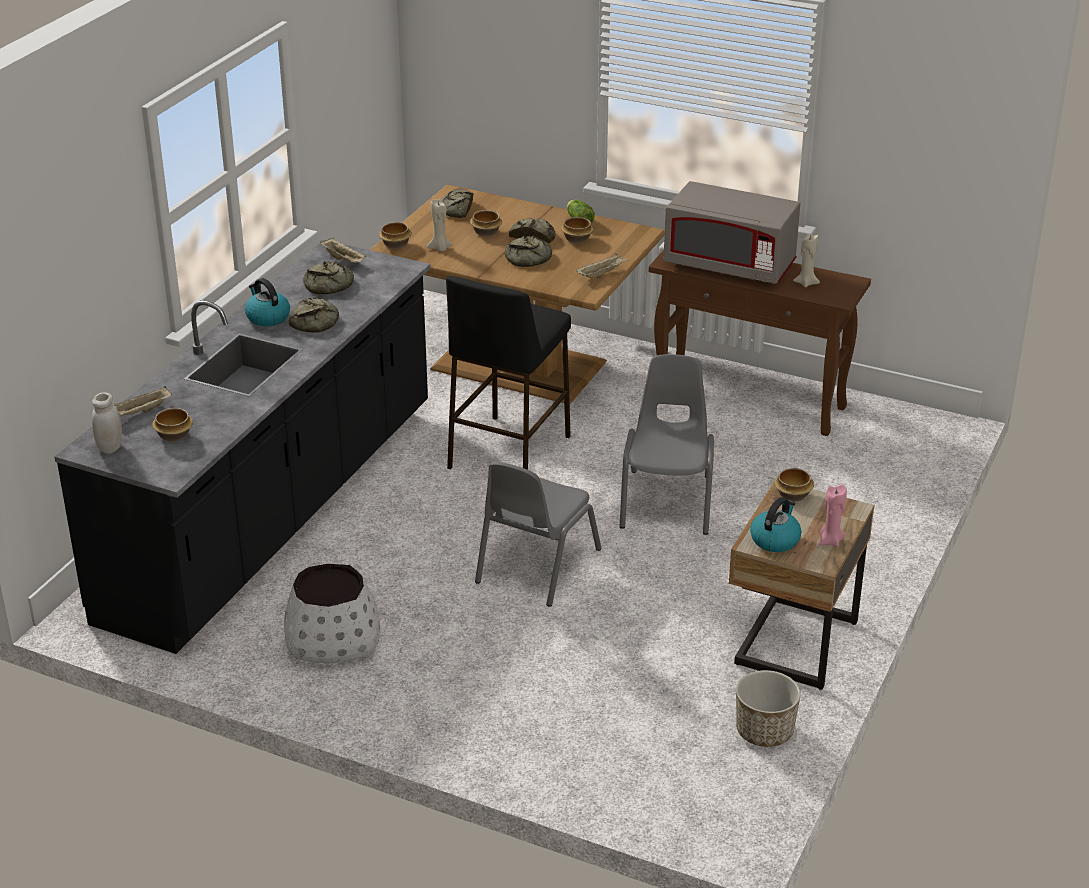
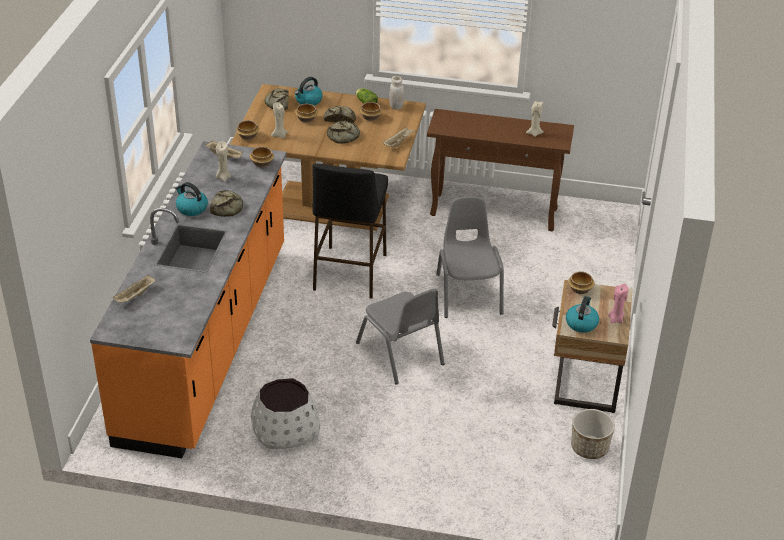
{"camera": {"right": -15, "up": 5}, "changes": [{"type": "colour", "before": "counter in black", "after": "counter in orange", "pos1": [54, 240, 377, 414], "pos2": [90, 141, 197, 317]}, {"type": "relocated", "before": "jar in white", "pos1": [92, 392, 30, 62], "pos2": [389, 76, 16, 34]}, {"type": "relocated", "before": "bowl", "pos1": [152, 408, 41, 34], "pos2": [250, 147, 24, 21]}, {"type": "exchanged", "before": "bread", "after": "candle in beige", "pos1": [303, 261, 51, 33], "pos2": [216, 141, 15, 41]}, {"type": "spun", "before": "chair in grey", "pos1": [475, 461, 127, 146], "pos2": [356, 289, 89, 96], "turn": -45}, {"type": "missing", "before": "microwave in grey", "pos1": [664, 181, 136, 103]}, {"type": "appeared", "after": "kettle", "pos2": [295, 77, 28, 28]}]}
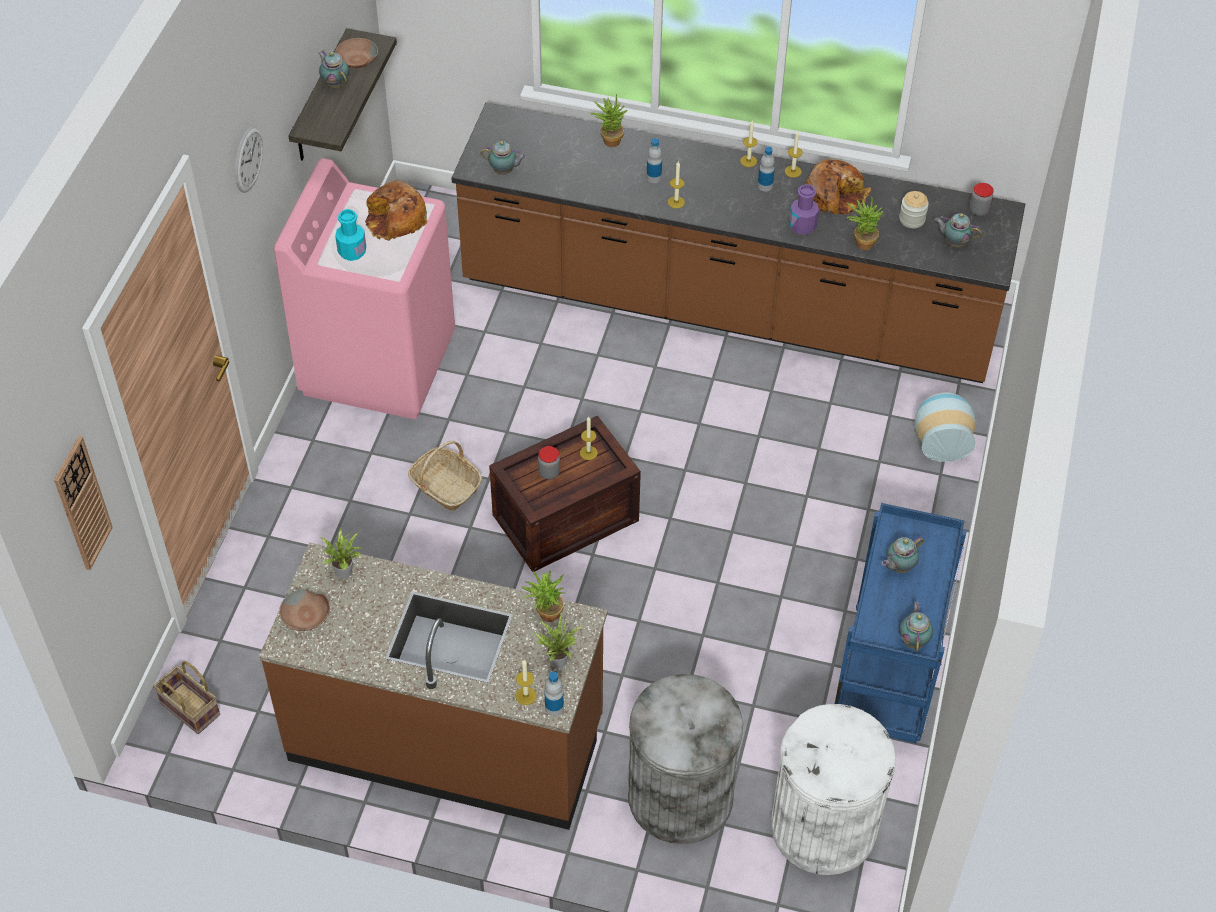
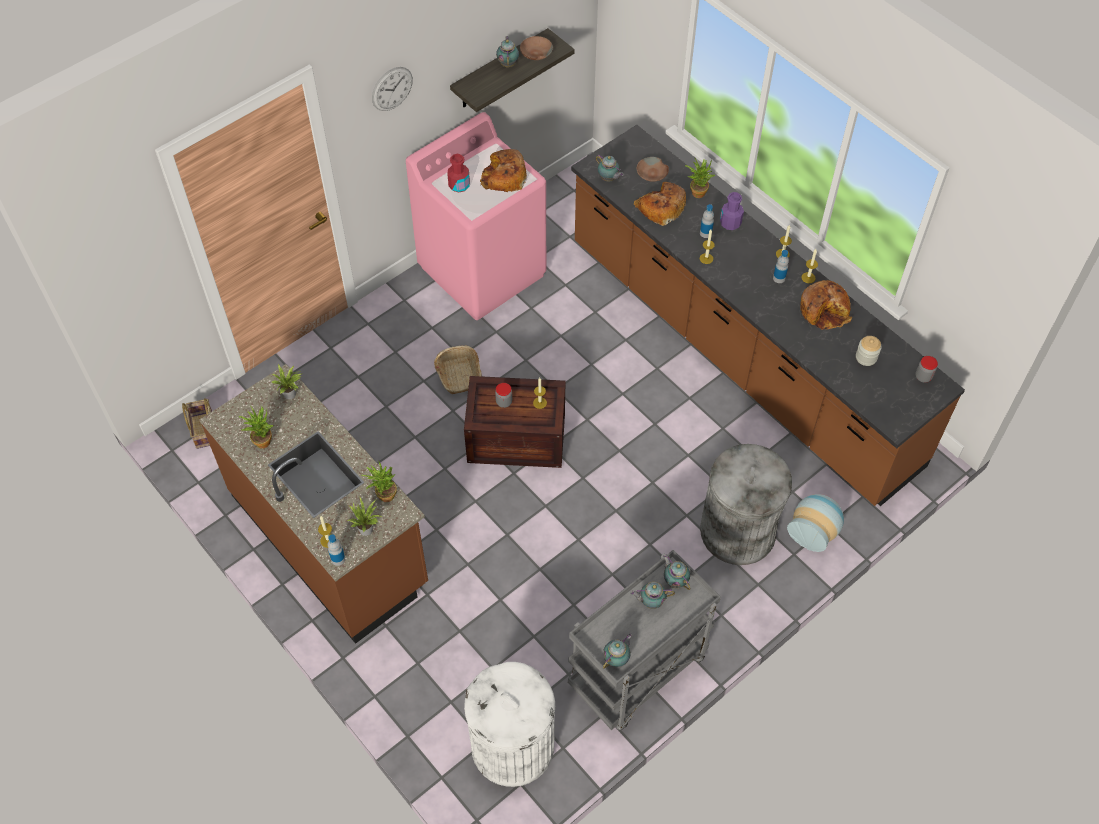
{"camera": {"right": 35, "up": 5}, "changes": [{"type": "missing", "before": "wall clock", "pos1": [54, 436, 59, 134]}, {"type": "relocated", "before": "bowl in brown", "pos1": [279, 589, 51, 42], "pos2": [637, 157, 32, 25]}, {"type": "colour", "before": "bottle in turquoise", "after": "bottle in red", "pos1": [335, 209, 31, 52], "pos2": [447, 154, 23, 39]}, {"type": "relocated", "before": "trash can in grey", "pos1": [628, 674, 115, 170], "pos2": [700, 444, 92, 121]}, {"type": "relocated", "before": "bottle in purple", "pos1": [789, 184, 30, 51], "pos2": [720, 192, 24, 38]}, {"type": "colour", "before": "cart in blue", "after": "cart in grey", "pos1": [835, 503, 132, 240], "pos2": [568, 550, 153, 180]}, {"type": "relocated", "before": "potted plant", "pos1": [847, 196, 36, 54], "pos2": [239, 406, 35, 43]}, {"type": "relocated", "before": "teapot", "pos1": [935, 213, 47, 34], "pos2": [663, 554, 27, 36]}, {"type": "appeared", "after": "bread", "pos2": [634, 182, 52, 44]}]}
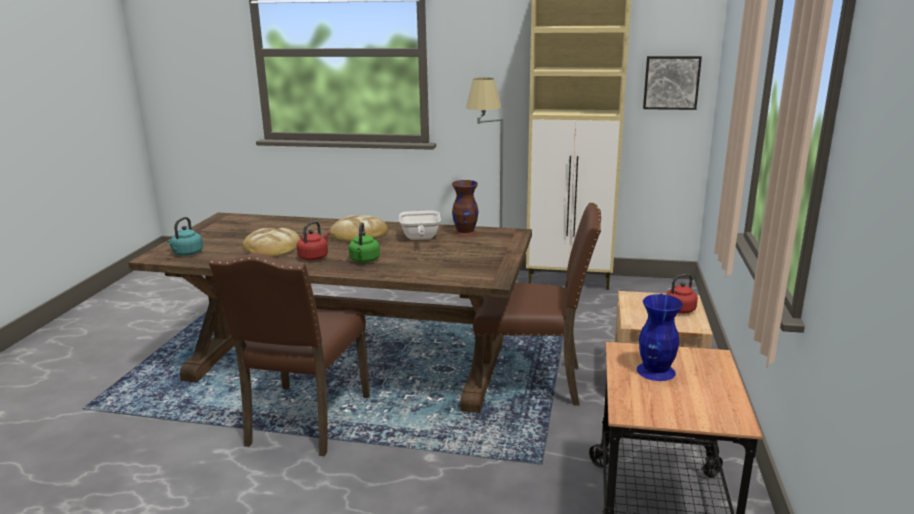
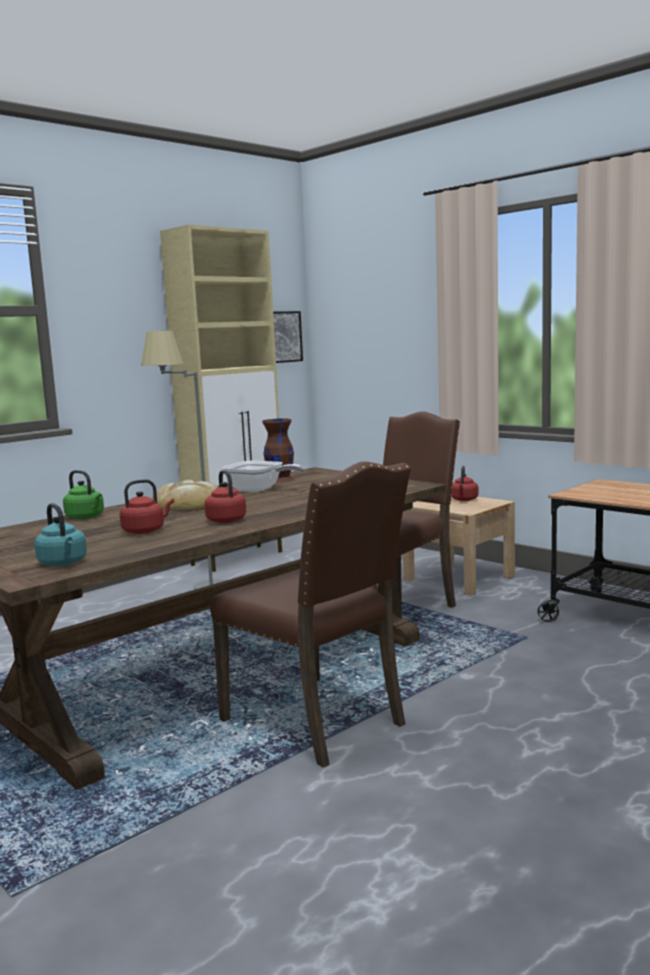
{"camera": {"right": -55, "up": -10}, "changes": [{"type": "exchanged", "before": "bread", "after": "kettle in red", "pos1": [243, 228, 57, 29], "pos2": [120, 479, 54, 55]}, {"type": "relocated", "before": "kettle in green", "pos1": [349, 222, 31, 41], "pos2": [63, 470, 41, 49]}, {"type": "missing", "before": "vase in blue", "pos1": [637, 294, 46, 87]}]}
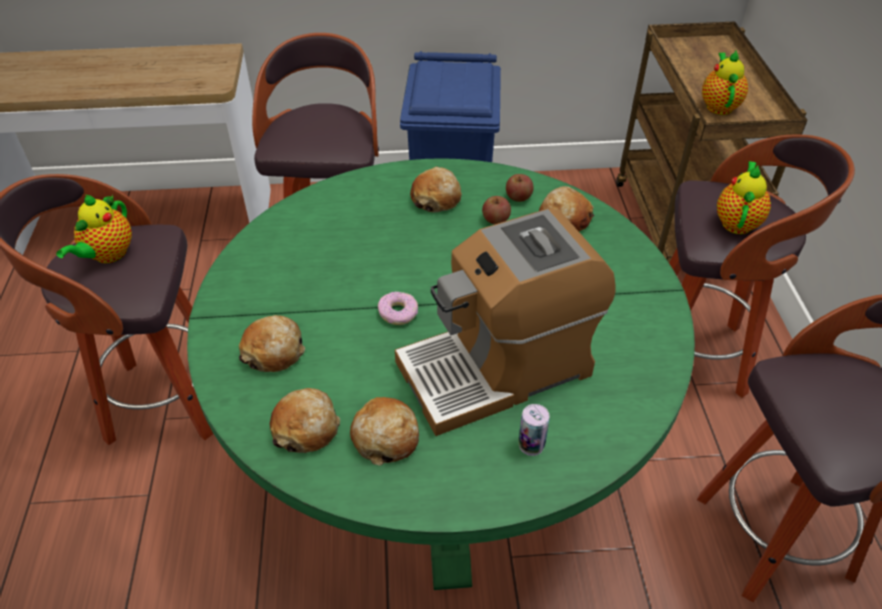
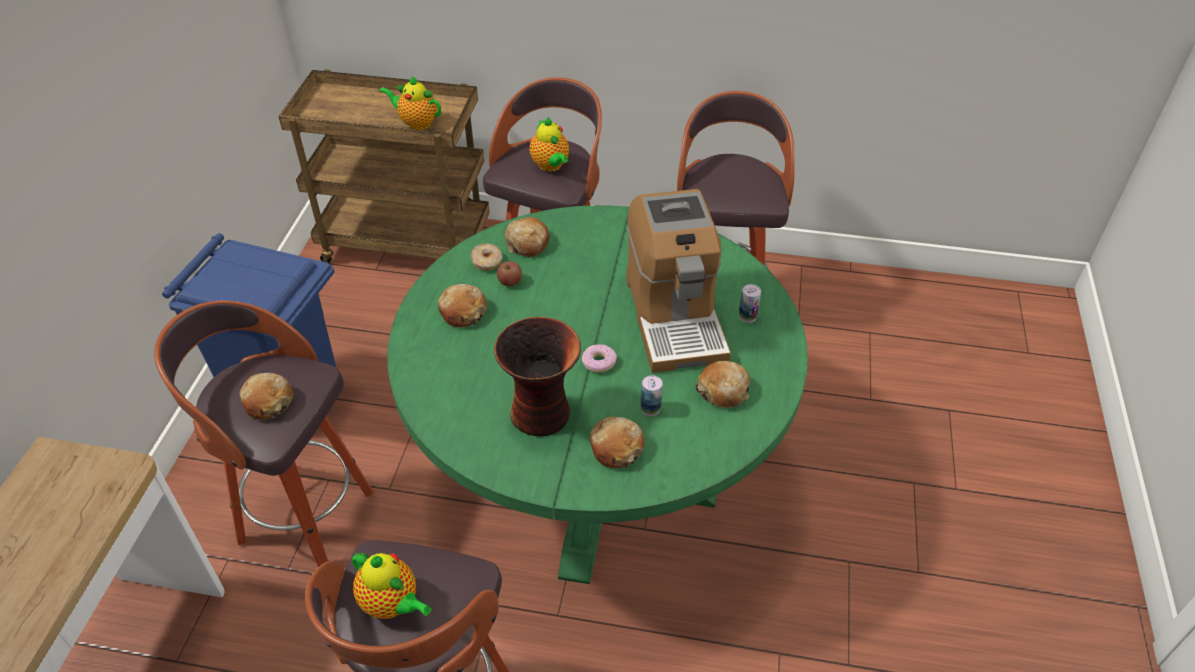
{"camera": {"right": -75, "up": 0}, "changes": [{"type": "relocated", "before": "bread", "pos1": [270, 388, 70, 65], "pos2": [240, 373, 53, 47]}, {"type": "exchanged", "before": "apple", "after": "donut", "pos1": [506, 174, 28, 28], "pos2": [471, 243, 31, 28]}, {"type": "spun", "before": "teapot", "pos1": [717, 161, 54, 73], "pos2": [530, 118, 39, 54], "turn": -150}, {"type": "appeared", "after": "vase", "pos2": [494, 317, 87, 120]}, {"type": "appeared", "after": "can", "pos2": [641, 375, 22, 41]}]}
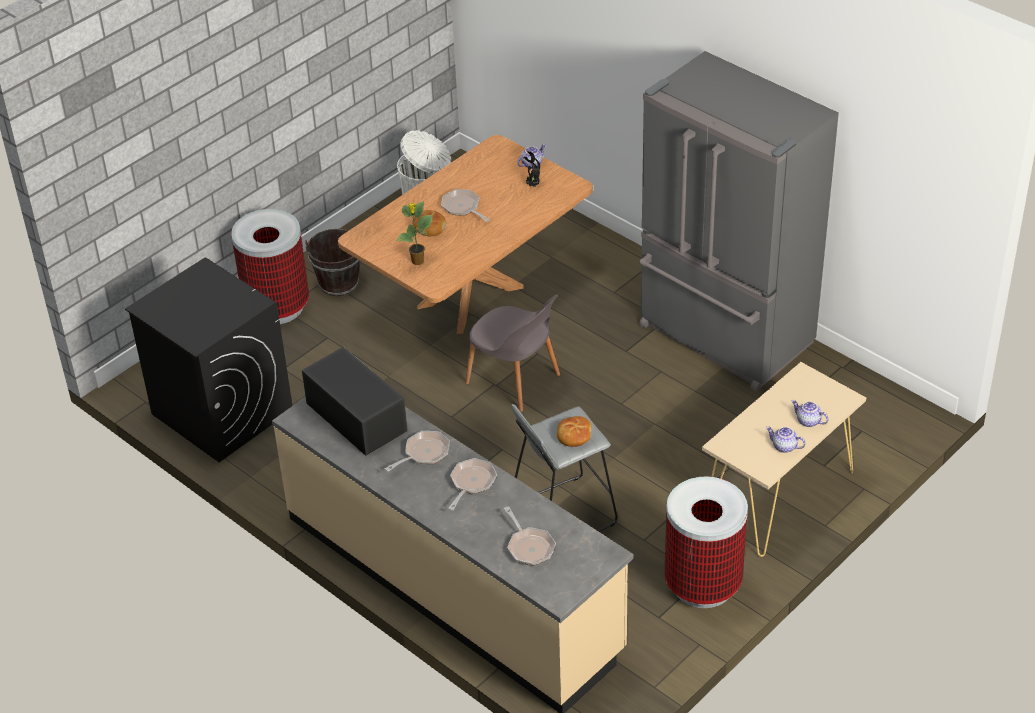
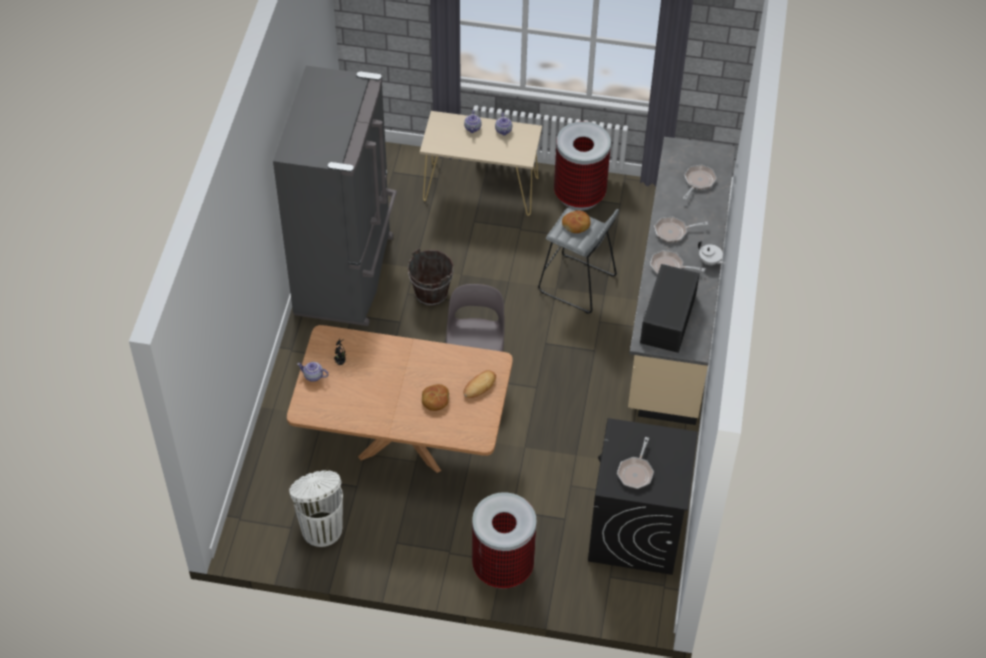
{"camera": {"right": -125, "up": 10}, "changes": [{"type": "relocated", "before": "bucket in brown", "pos1": [305, 229, 55, 68], "pos2": [407, 248, 47, 58]}, {"type": "exchanged", "before": "potted plant", "after": "bread", "pos1": [396, 201, 37, 64], "pos2": [463, 370, 33, 28]}, {"type": "relocated", "before": "frying pan", "pos1": [441, 189, 49, 33], "pos2": [617, 437, 37, 52]}, {"type": "appeared", "after": "teapot in white", "pos2": [698, 241, 27, 24]}]}
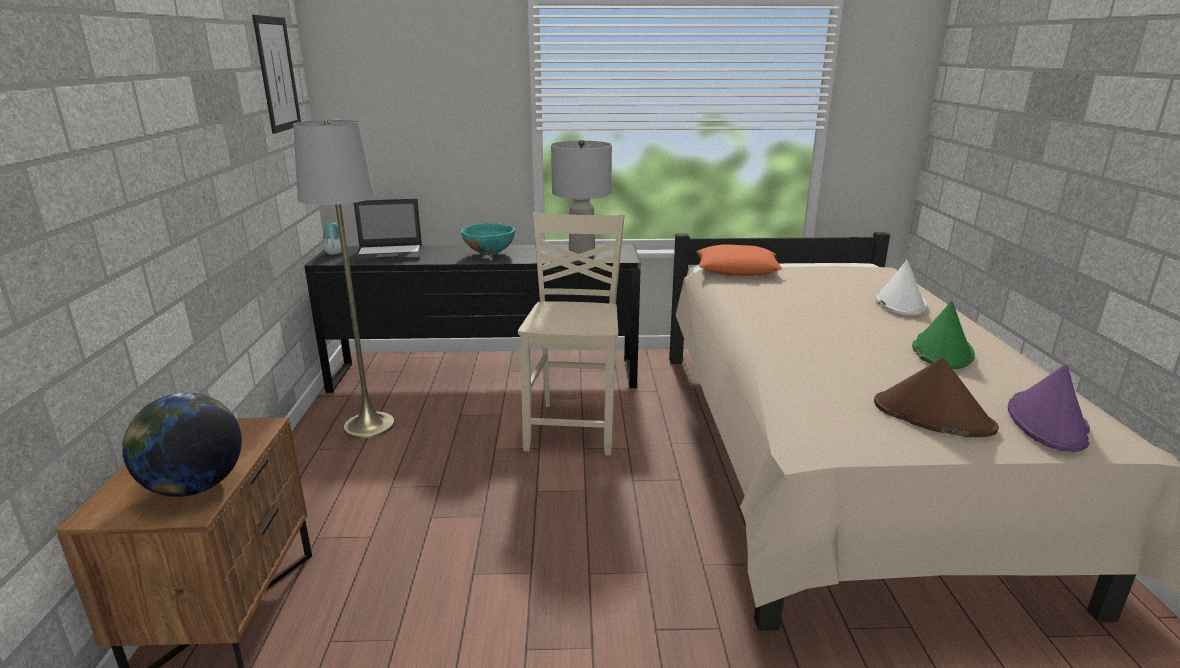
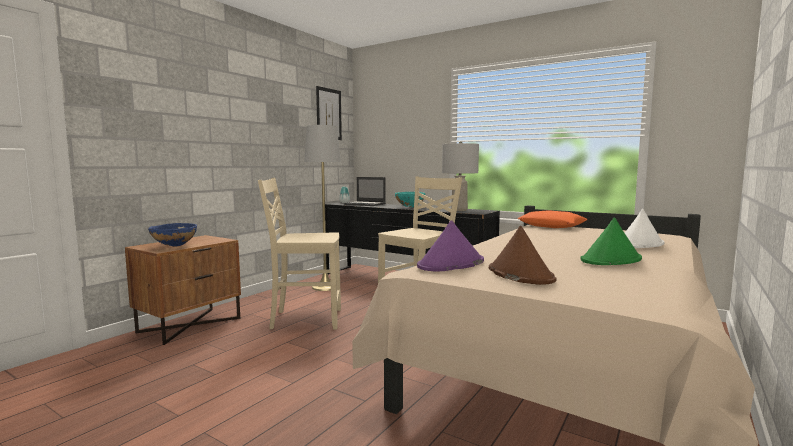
{"camera": {"right": 35, "up": -15}, "changes": [{"type": "exchanged", "before": "globe", "after": "bowl in blue", "pos1": [122, 393, 120, 104], "pos2": [148, 223, 49, 24]}, {"type": "relocated", "before": "hat in purple", "pos1": [1008, 364, 82, 88], "pos2": [417, 220, 67, 51]}, {"type": "appeared", "after": "chair in beige", "pos2": [258, 178, 83, 152]}]}
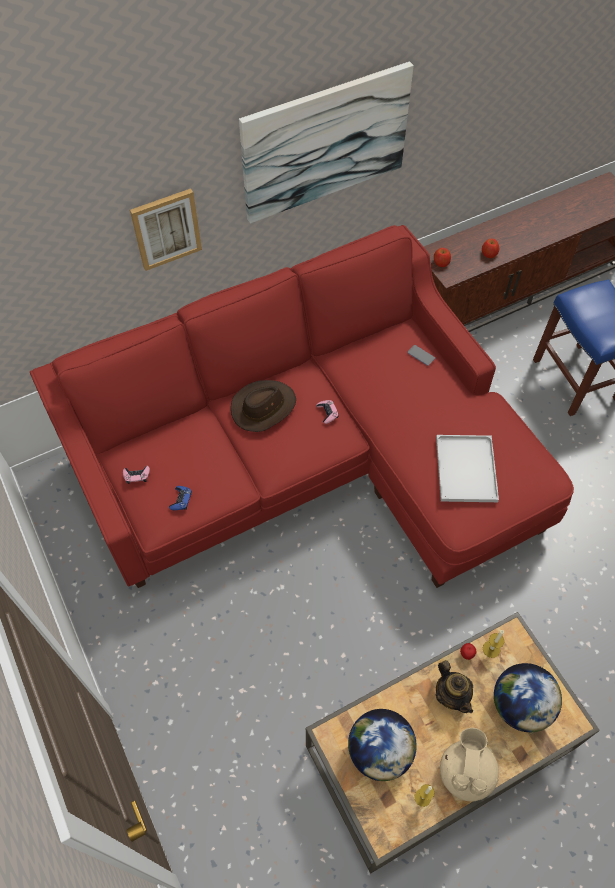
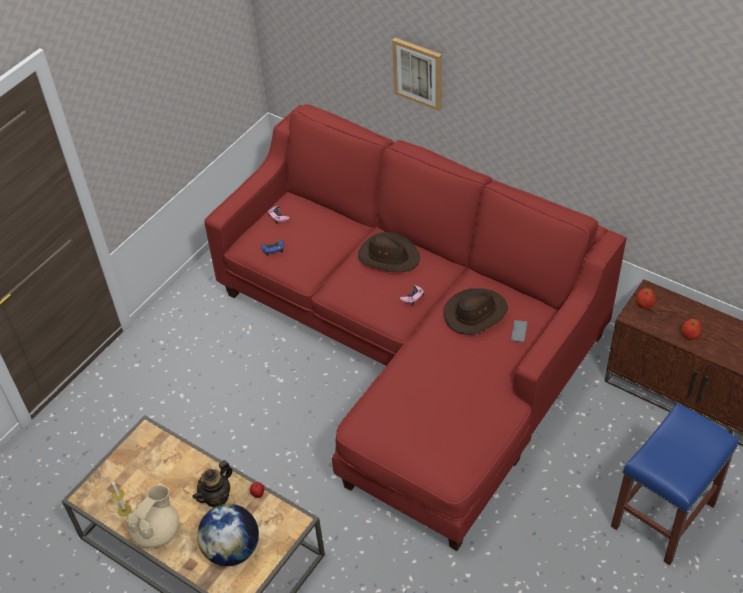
{"camera": {"right": 65, "up": -10}, "changes": [{"type": "missing", "before": "picture", "pos1": [239, 61, 175, 163]}, {"type": "missing", "before": "globe", "pos1": [348, 709, 69, 72]}, {"type": "missing", "before": "tray in white", "pos1": [436, 435, 63, 67]}, {"type": "spun", "before": "teapot in beige", "pos1": [440, 728, 59, 74], "pos2": [127, 485, 52, 63], "turn": -45}, {"type": "missing", "before": "candle", "pos1": [483, 630, 22, 28]}, {"type": "appeared", "after": "hat in brown", "pos2": [444, 288, 64, 47]}]}
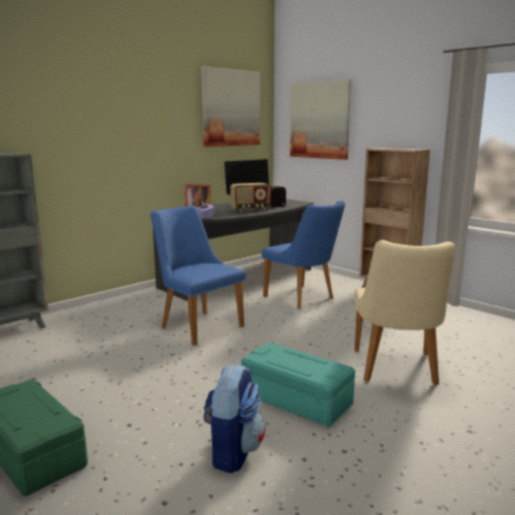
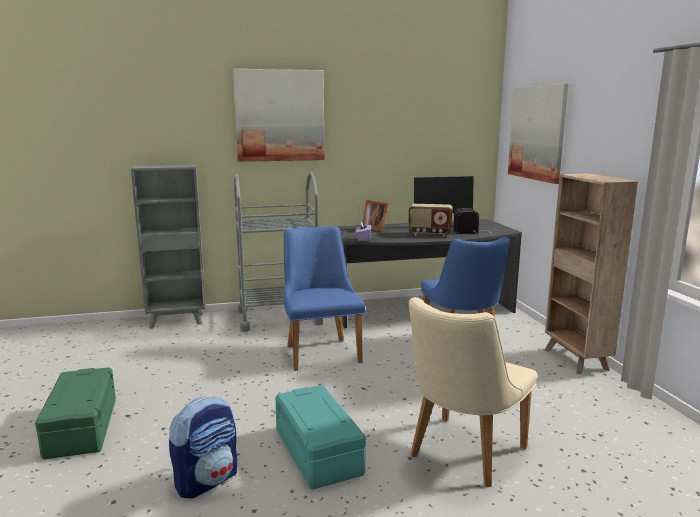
{"camera": {"right": 30, "up": 0}, "changes": [{"type": "relocated", "before": "picture", "pos1": [201, 66, 59, 81], "pos2": [233, 69, 92, 93]}, {"type": "appeared", "after": "cart in grey", "pos2": [234, 172, 89, 160]}]}
